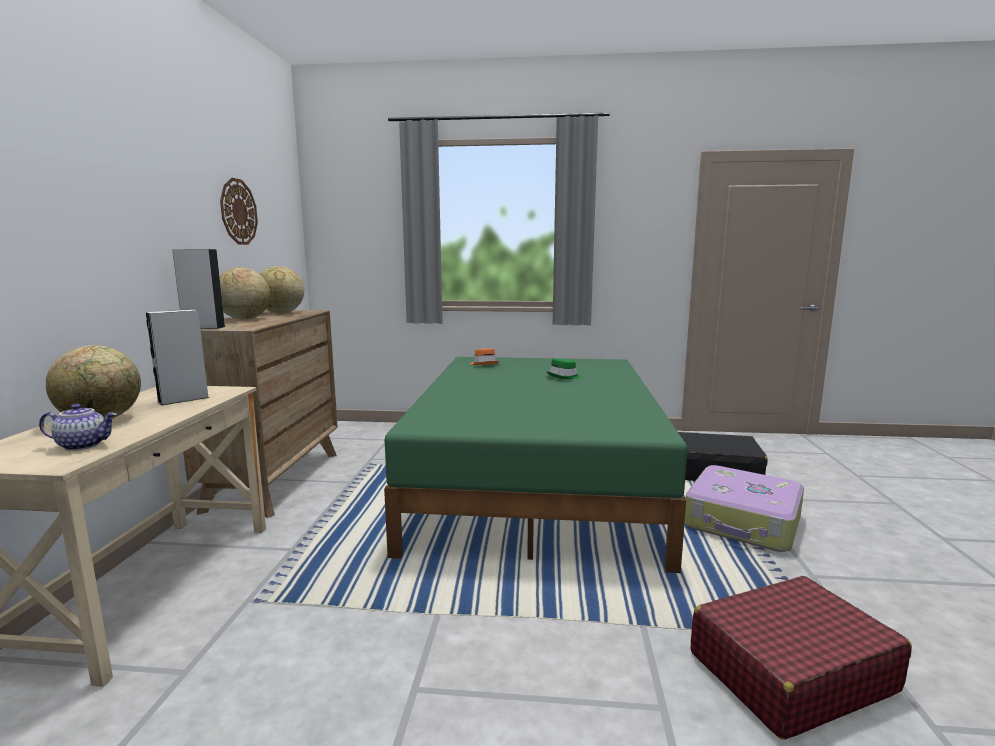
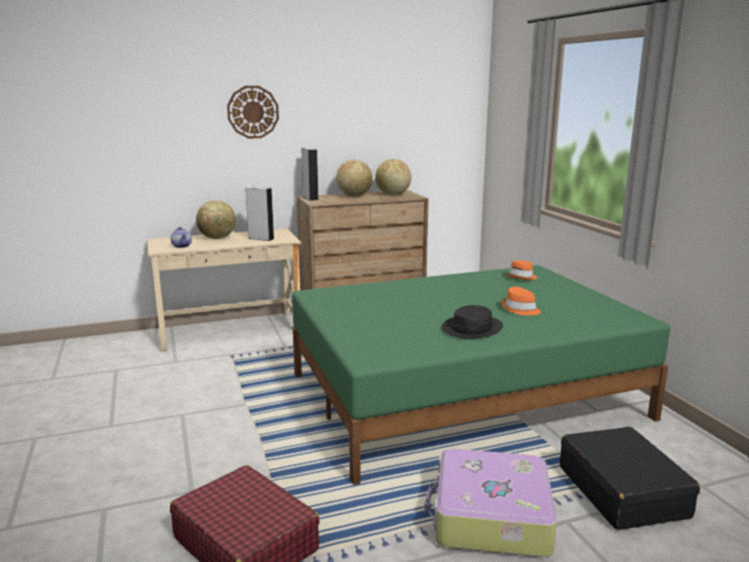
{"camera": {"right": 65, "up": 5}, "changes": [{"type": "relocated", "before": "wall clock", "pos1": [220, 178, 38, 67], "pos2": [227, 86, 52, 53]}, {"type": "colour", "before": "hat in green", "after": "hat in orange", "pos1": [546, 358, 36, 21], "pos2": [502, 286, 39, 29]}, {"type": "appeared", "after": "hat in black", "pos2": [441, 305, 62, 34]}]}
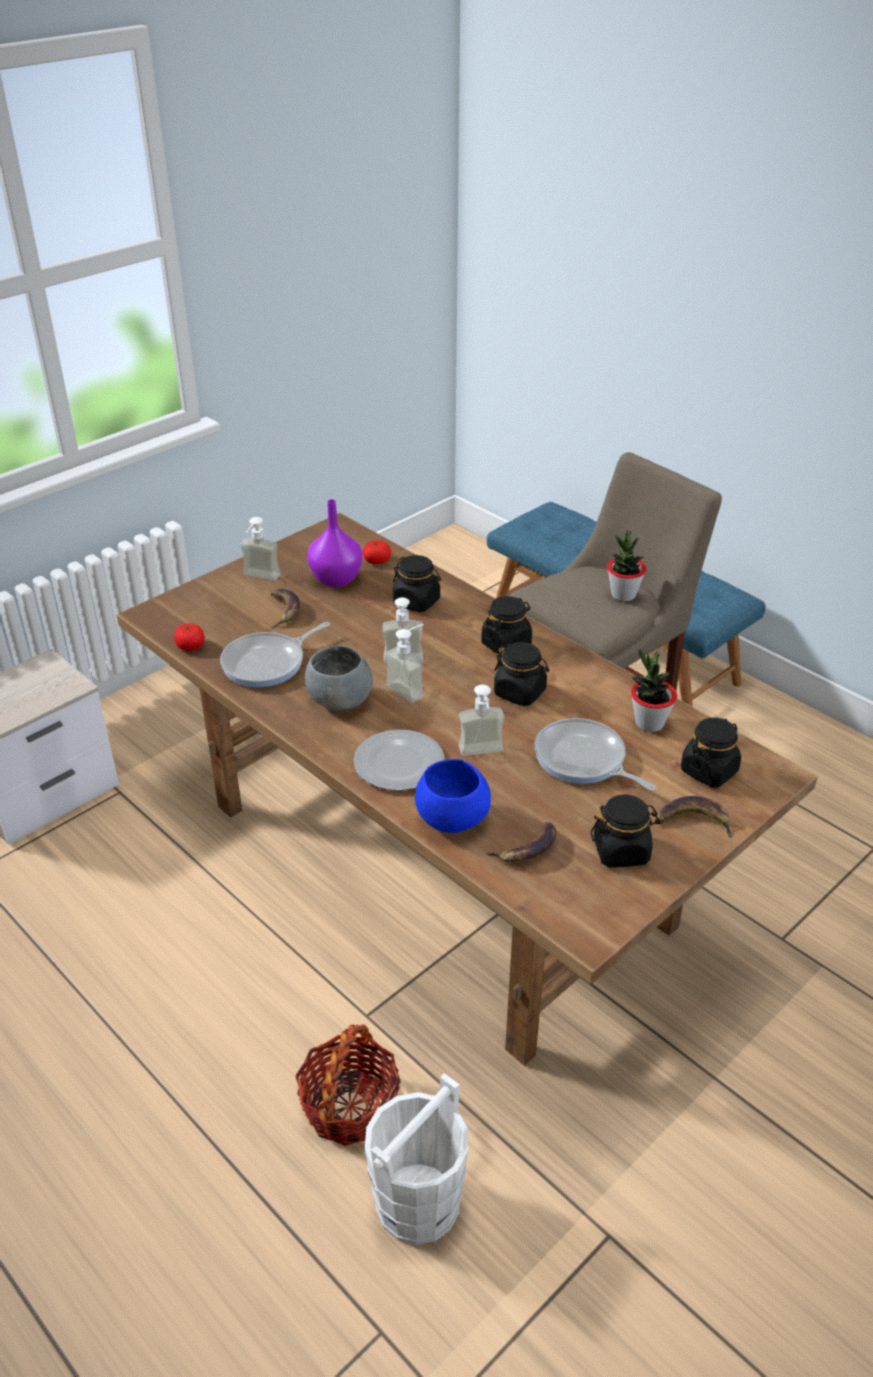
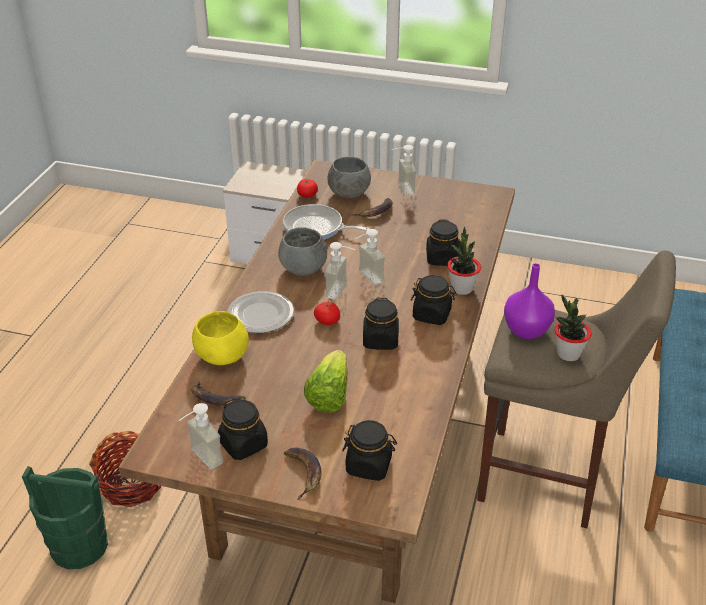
{"camera": {"right": 60, "up": 0}, "changes": [{"type": "relocated", "before": "vase in purple", "pos1": [307, 499, 56, 88], "pos2": [504, 263, 51, 76]}, {"type": "relocated", "before": "tomato", "pos1": [363, 540, 28, 24], "pos2": [314, 302, 26, 23]}, {"type": "colour", "before": "bucket in white", "after": "bucket in green", "pos1": [365, 1073, 103, 172], "pos2": [22, 466, 86, 103]}, {"type": "colour", "before": "bowl in blue", "after": "bowl in yellow", "pos1": [415, 759, 76, 74], "pos2": [192, 311, 57, 54]}, {"type": "relocated", "before": "soap dispenser", "pos1": [458, 685, 46, 71], "pos2": [179, 403, 44, 67]}, {"type": "exchanged", "before": "frying pan", "after": "lettuce", "pos1": [534, 718, 122, 73], "pos2": [304, 350, 43, 62]}, {"type": "relocated", "before": "potted plant", "pos1": [631, 648, 46, 84], "pos2": [447, 227, 34, 68]}, {"type": "appeared", "after": "bowl in grey", "pos2": [328, 156, 43, 42]}]}
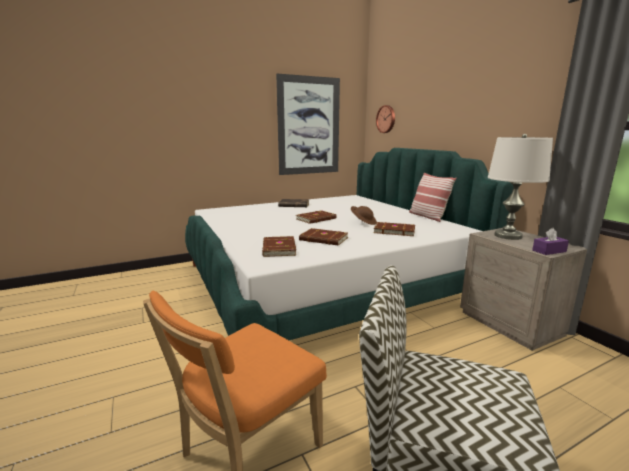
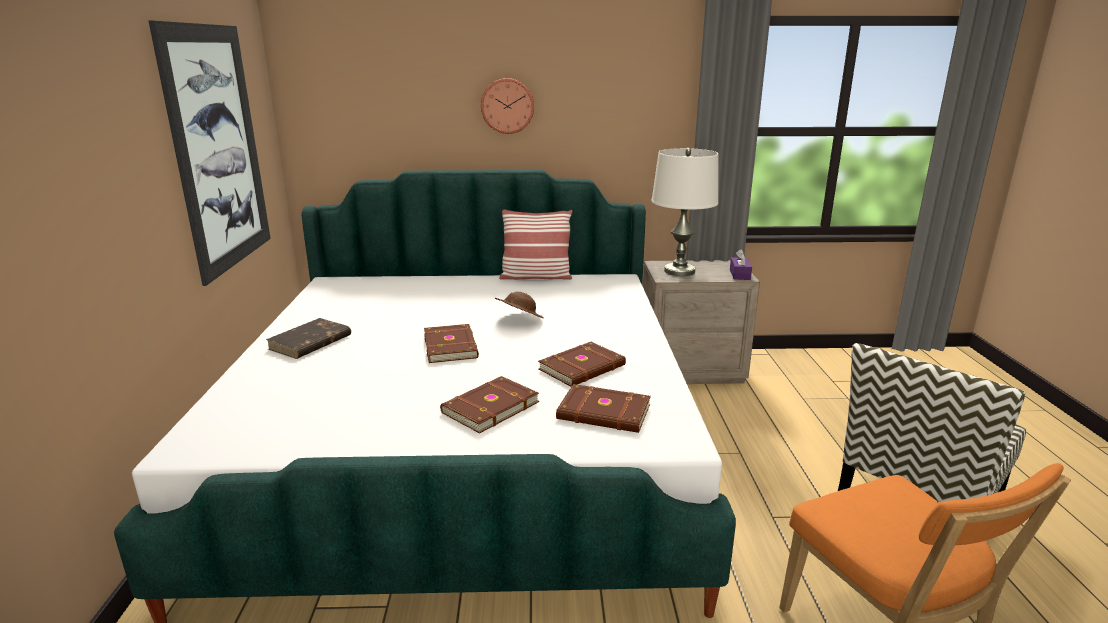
{"camera": {"right": -65, "up": 5}, "changes": [{"type": "relocated", "before": "book in brown", "pos1": [374, 222, 41, 14], "pos2": [440, 376, 99, 58]}, {"type": "relocated", "before": "wall clock", "pos1": [376, 105, 19, 28], "pos2": [481, 78, 53, 56]}]}
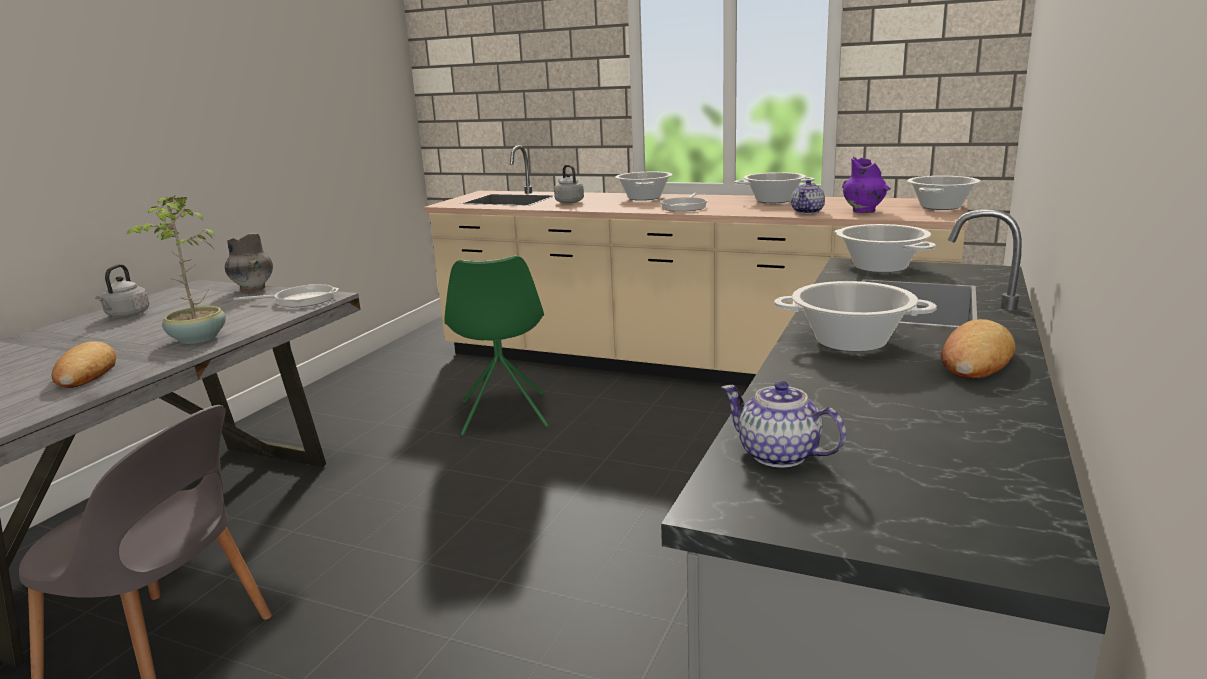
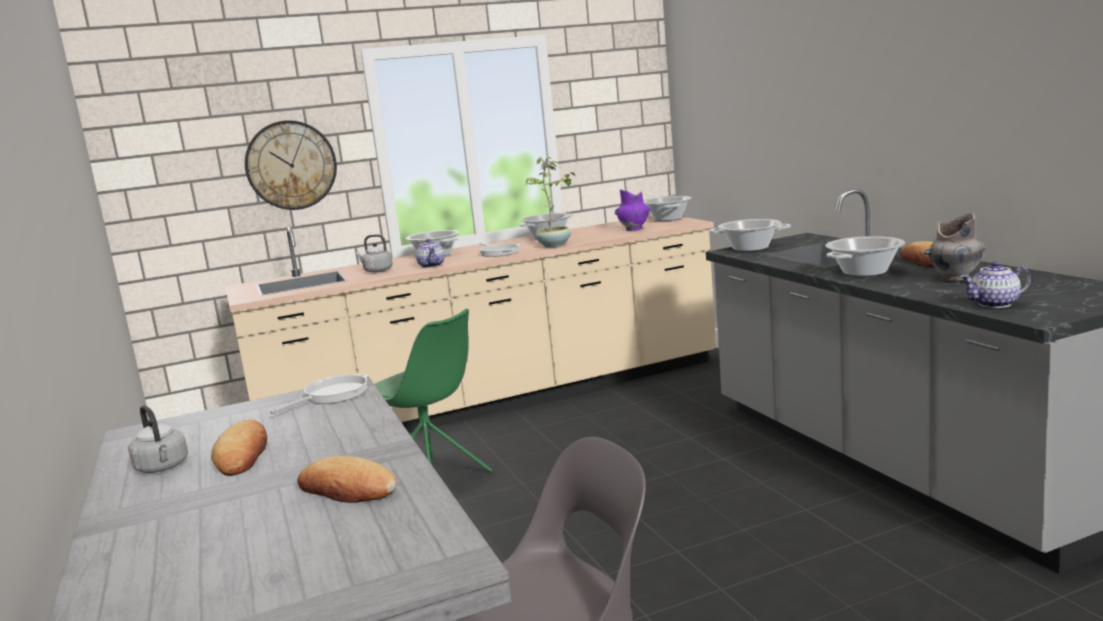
{"camera": {"right": -45, "up": -5}, "changes": [{"type": "relocated", "before": "potted plant", "pos1": [127, 195, 99, 149], "pos2": [525, 157, 50, 90]}, {"type": "relocated", "before": "vase in grey", "pos1": [225, 233, 48, 59], "pos2": [923, 213, 63, 69]}, {"type": "relocated", "before": "teapot", "pos1": [791, 180, 34, 34], "pos2": [416, 239, 28, 29]}, {"type": "appeared", "after": "bread", "pos2": [211, 420, 56, 56]}, {"type": "appeared", "after": "wall clock", "pos2": [245, 120, 92, 90]}]}
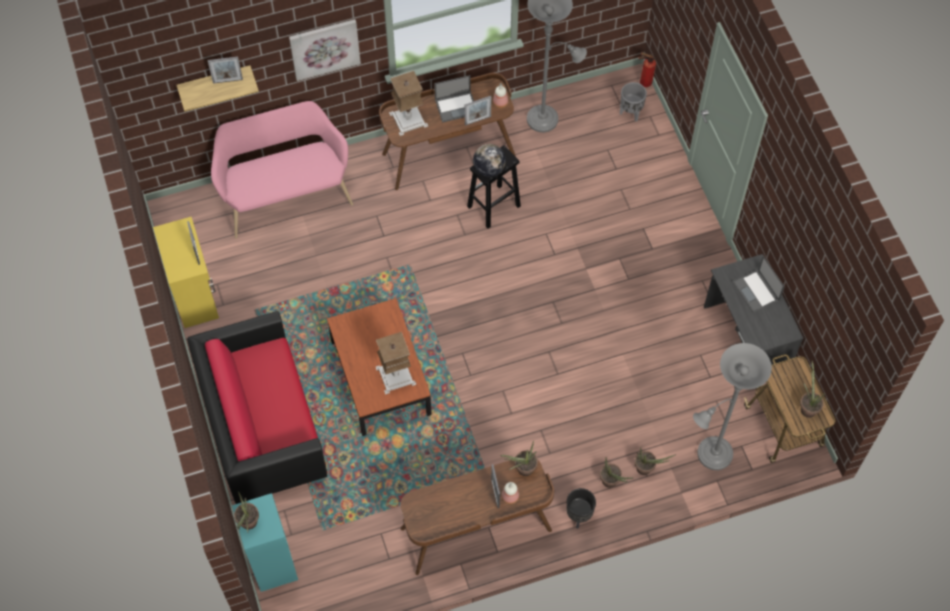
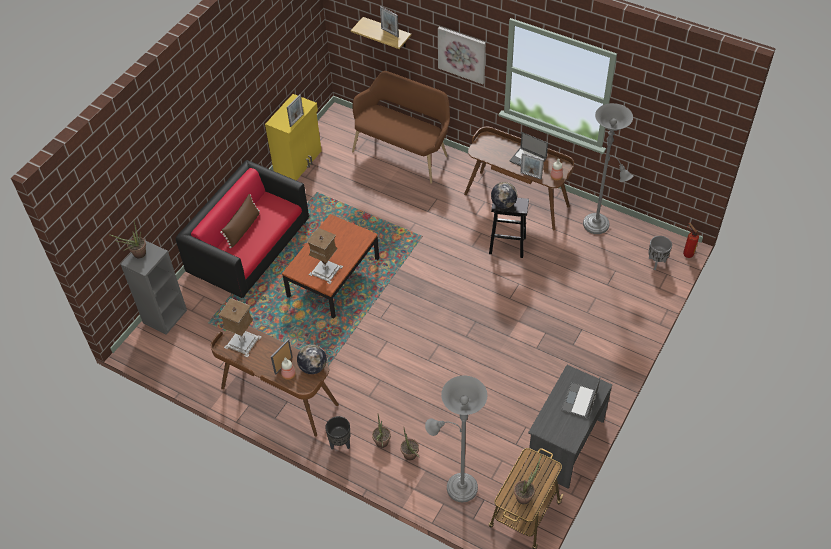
{"camera": {"right": 50, "up": -10}, "changes": [{"type": "colour", "before": "bench in pink", "after": "bench in brown", "pos1": [211, 101, 142, 138], "pos2": [352, 71, 98, 113]}, {"type": "colour", "before": "bookcase in turquoise", "after": "bookcase in grey", "pos1": [232, 493, 66, 99], "pos2": [120, 240, 67, 95]}, {"type": "relocated", "before": "table lamp", "pos1": [389, 70, 39, 66], "pos2": [219, 298, 43, 60]}, {"type": "exchanged", "before": "potted plant", "after": "globe", "pos1": [500, 440, 38, 36], "pos2": [297, 344, 30, 30]}, {"type": "appeared", "after": "pillow in brown", "pos2": [220, 194, 40, 54]}]}
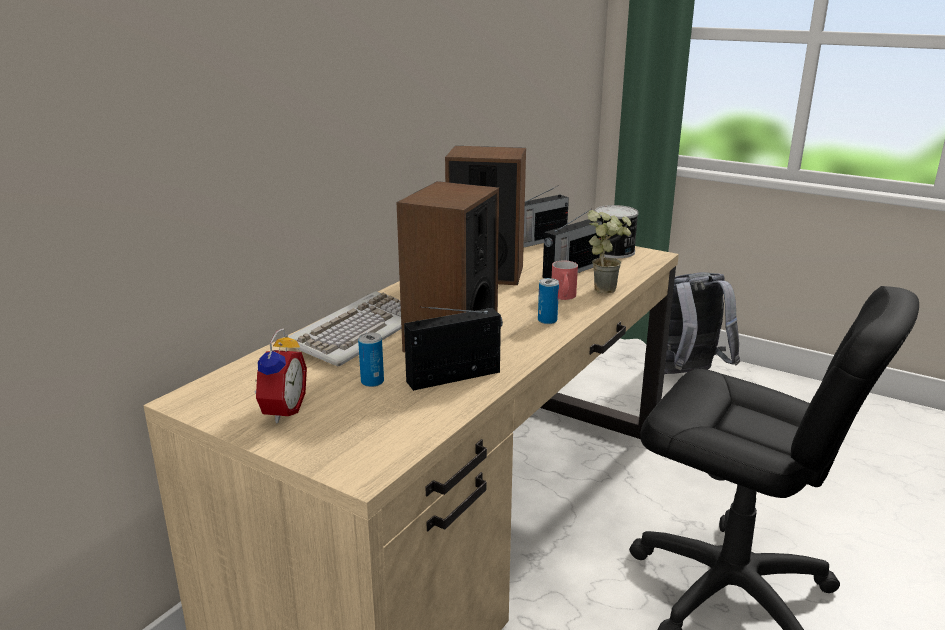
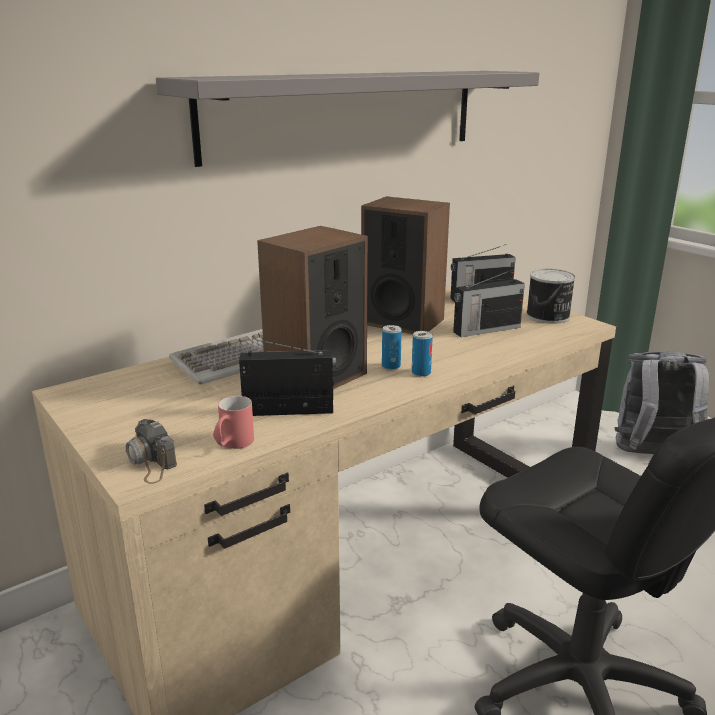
{"camera": {"right": 20, "up": 0}, "changes": [{"type": "missing", "before": "alarm clock", "pos1": [254, 328, 53, 95]}, {"type": "relocated", "before": "can", "pos1": [358, 332, 26, 55], "pos2": [382, 325, 20, 45]}, {"type": "relocated", "before": "mug in red", "pos1": [552, 261, 26, 39], "pos2": [213, 396, 41, 53]}, {"type": "missing", "before": "potted plant", "pos1": [587, 210, 44, 84]}, {"type": "appeared", "after": "photo camera", "pos2": [126, 419, 51, 65]}, {"type": "appeared", "after": "shelf in grey", "pos2": [156, 71, 383, 96]}]}
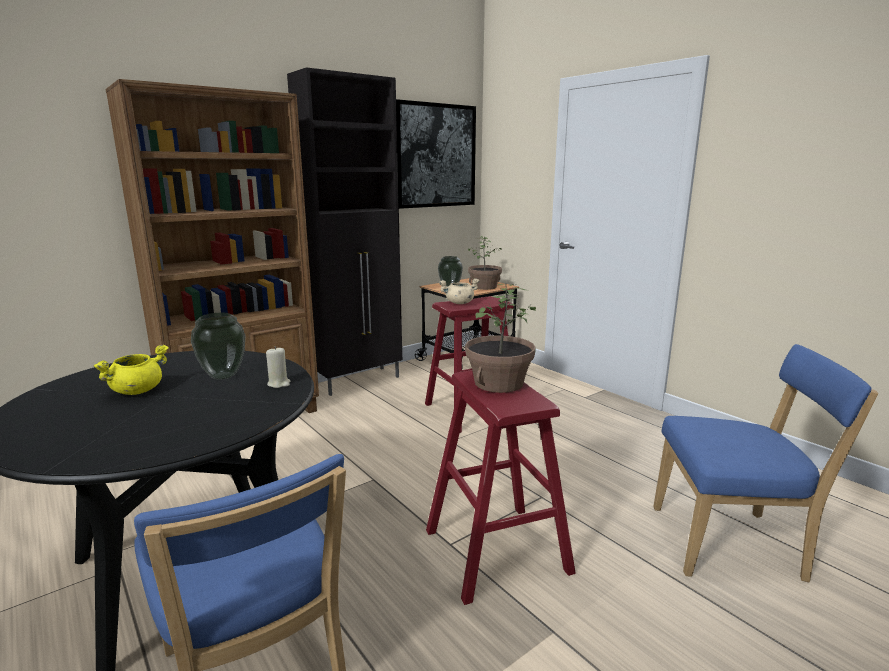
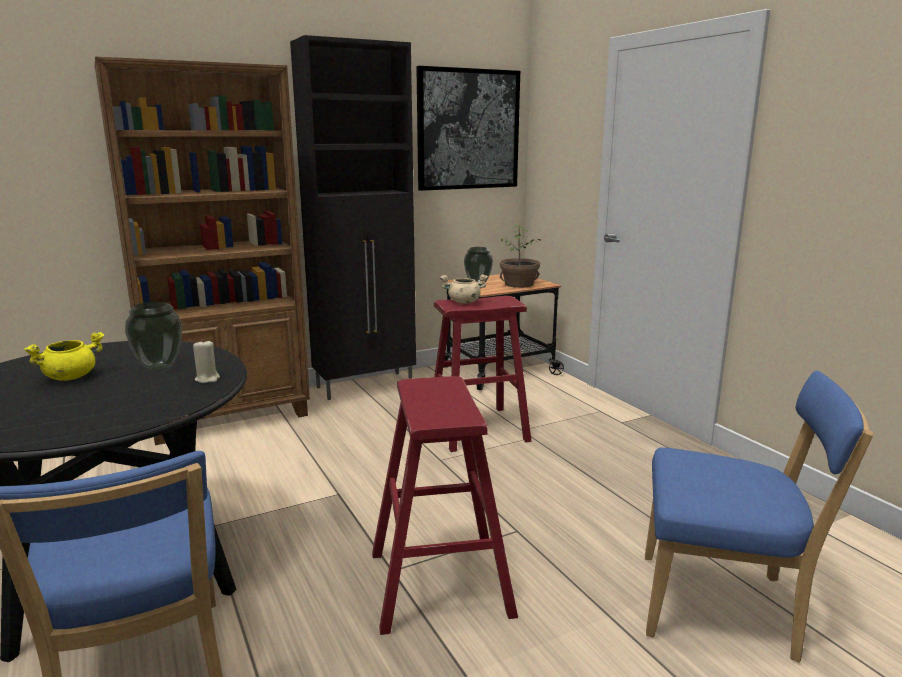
{"camera": {"right": 10, "up": 0}, "changes": [{"type": "missing", "before": "potted plant", "pos1": [465, 284, 71, 109]}]}
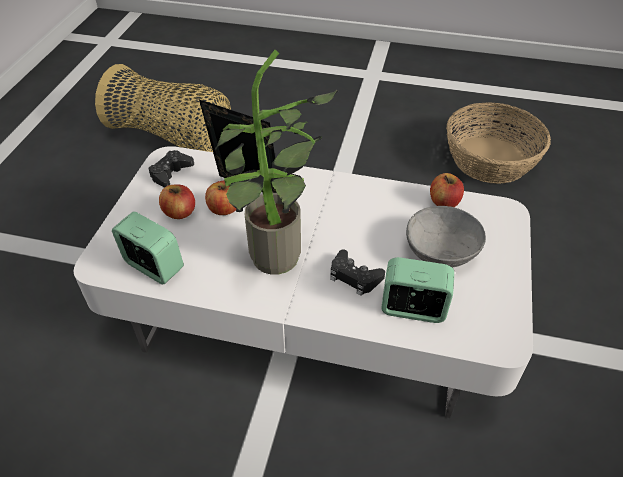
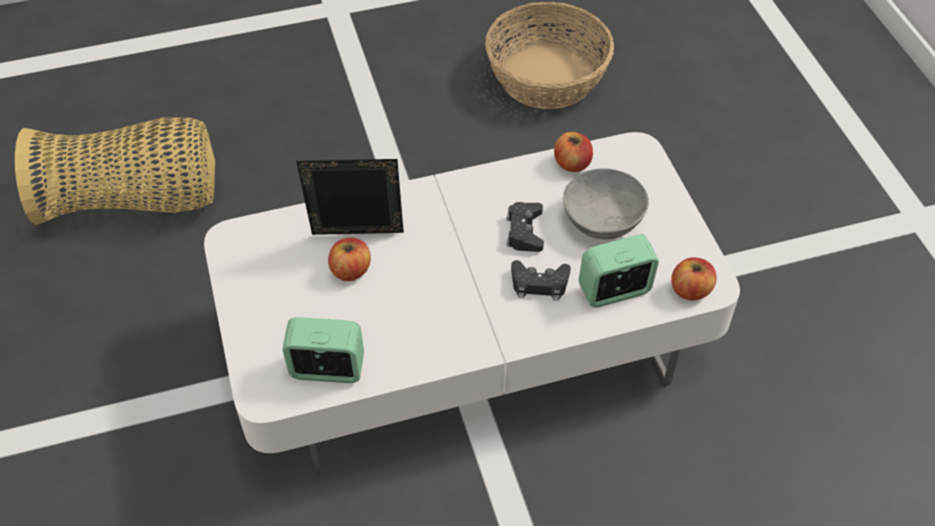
{"camera": {"right": -30, "up": 5}, "changes": [{"type": "relocated", "before": "game controller in black", "pos1": [148, 150, 46, 37], "pos2": [507, 202, 37, 50]}, {"type": "relocated", "before": "apple", "pos1": [159, 185, 36, 34], "pos2": [671, 257, 46, 43]}, {"type": "missing", "before": "potted plant", "pos1": [215, 50, 123, 225]}]}
